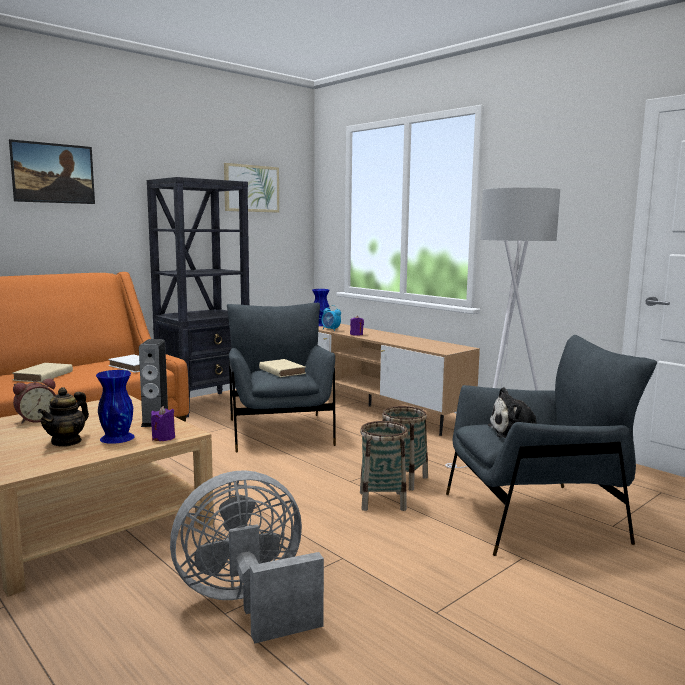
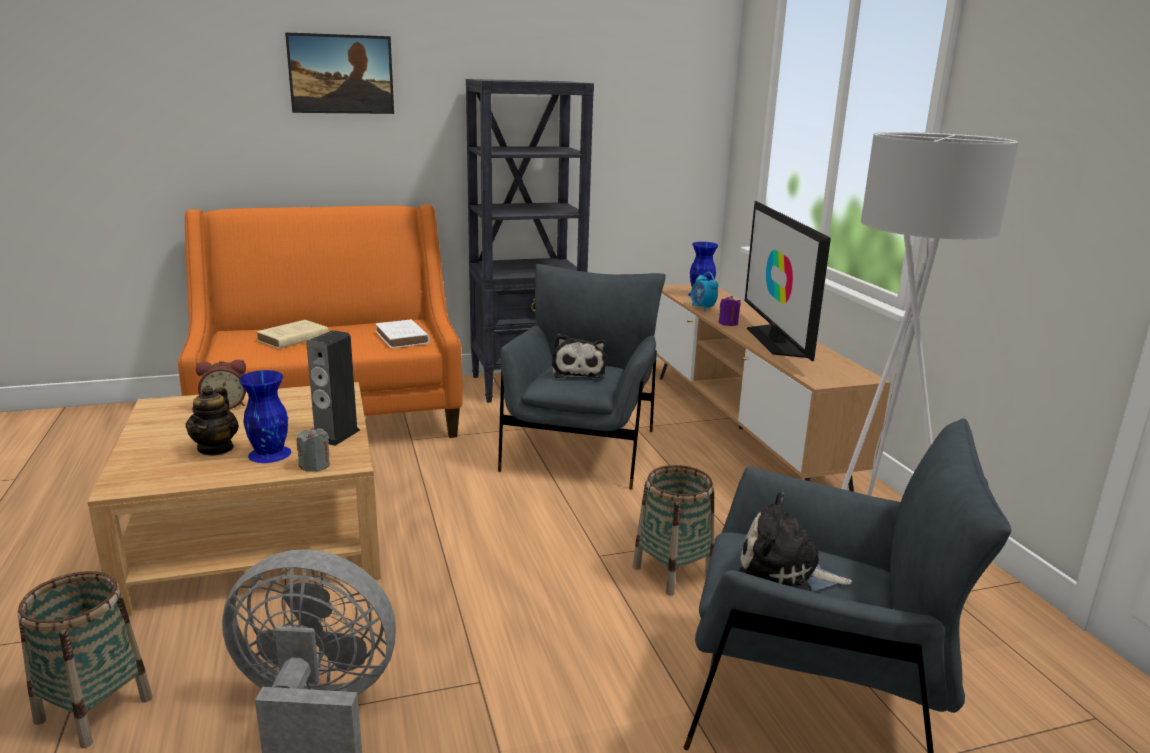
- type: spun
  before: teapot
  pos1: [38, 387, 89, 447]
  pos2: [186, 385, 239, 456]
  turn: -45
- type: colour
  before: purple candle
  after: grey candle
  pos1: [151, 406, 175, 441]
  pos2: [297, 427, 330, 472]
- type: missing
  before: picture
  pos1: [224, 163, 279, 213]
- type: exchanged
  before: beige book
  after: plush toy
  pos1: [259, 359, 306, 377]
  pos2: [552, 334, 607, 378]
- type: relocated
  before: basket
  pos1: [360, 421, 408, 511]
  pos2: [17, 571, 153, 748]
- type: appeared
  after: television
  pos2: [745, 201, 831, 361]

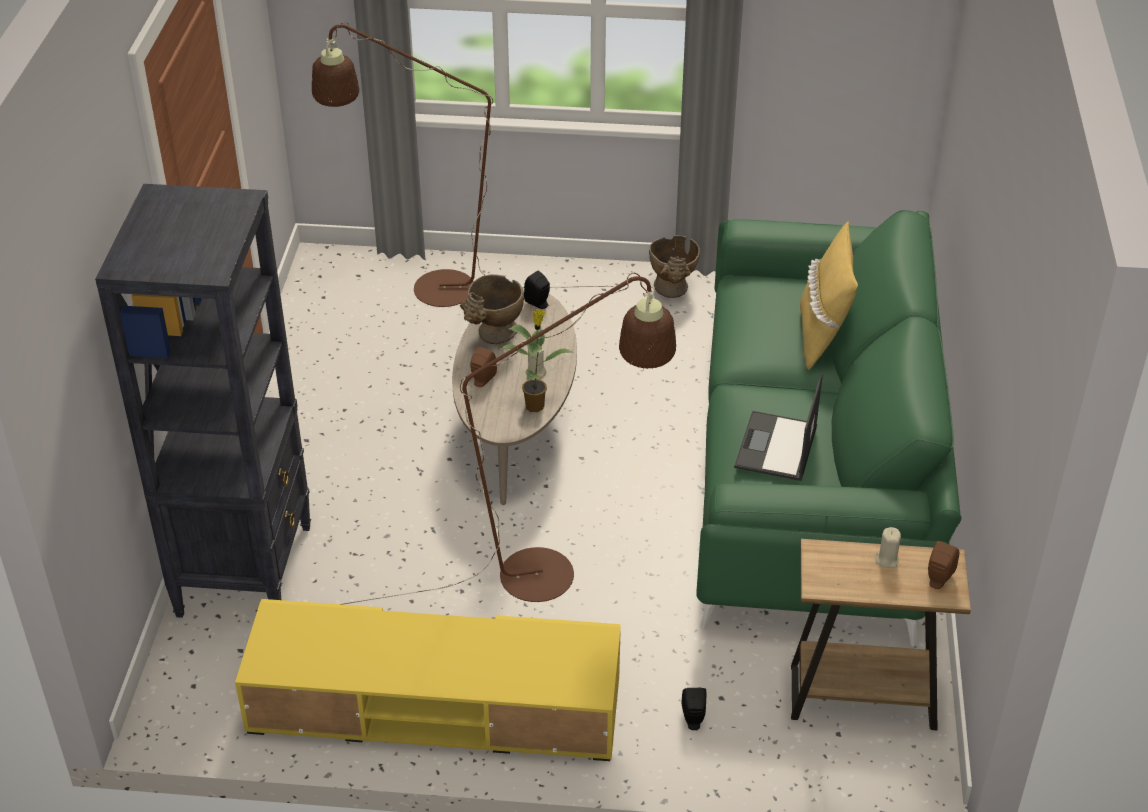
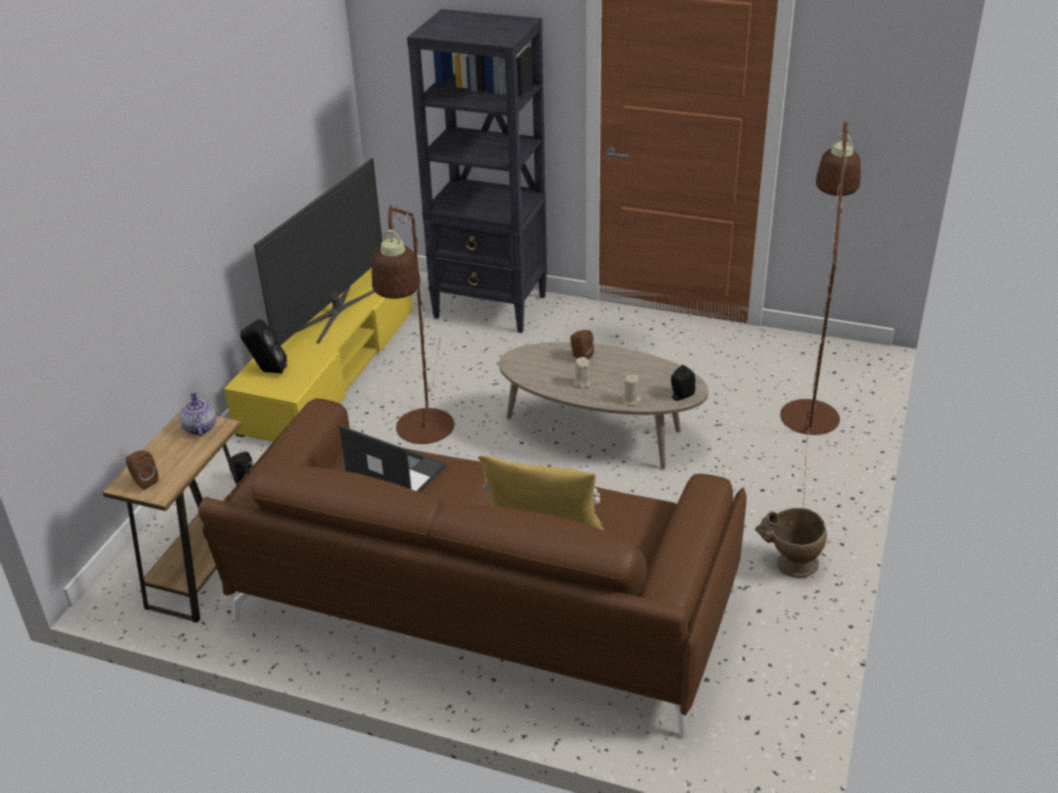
- type: missing
  before: beige vase
  pos1: [460, 274, 524, 344]
- type: missing
  before: potted plant
  pos1: [500, 309, 573, 412]
- type: colour
  before: green sofa
  after: brown sofa
  pos1: [696, 210, 962, 647]
  pos2: [198, 398, 747, 739]
- type: relocated
  before: beige candle
  pos1: [876, 527, 901, 568]
  pos2: [622, 375, 640, 405]
- type: appeared
  after: teapot
  pos2: [179, 392, 216, 436]
- type: appeared
  after: black speaker
  pos2: [240, 319, 287, 373]
- type: appeared
  after: television
  pos2: [254, 158, 383, 346]

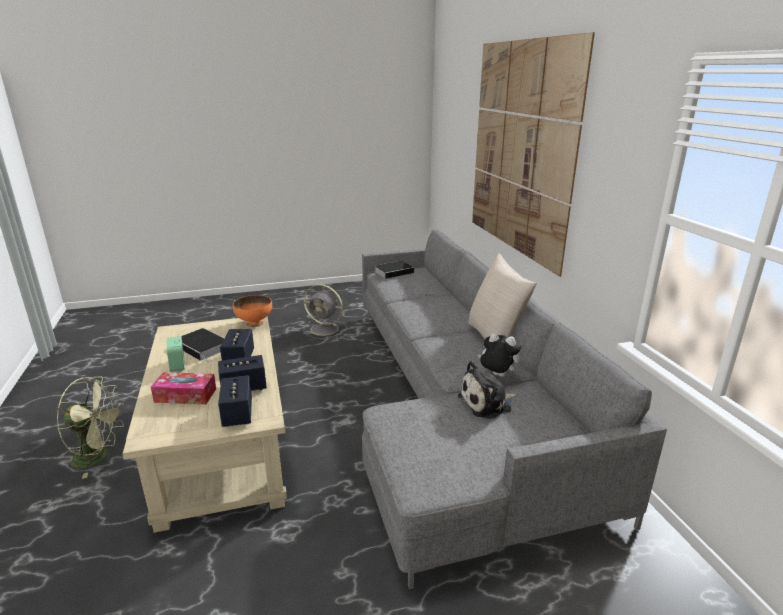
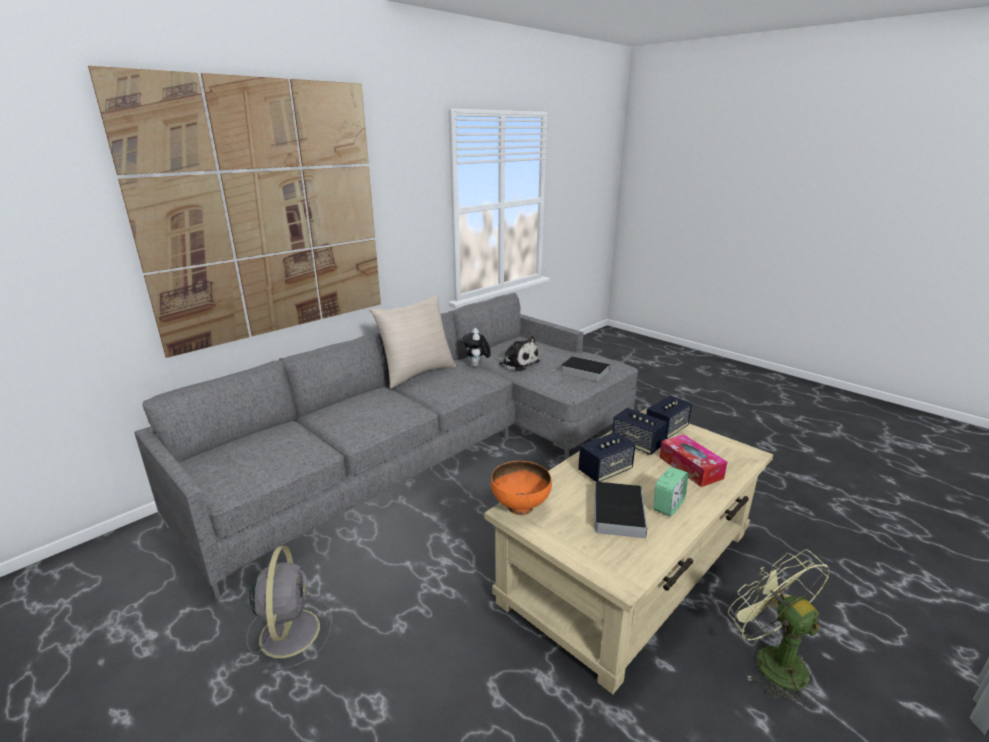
- type: relocated
  before: book
  pos1: [375, 261, 414, 279]
  pos2: [561, 356, 610, 381]

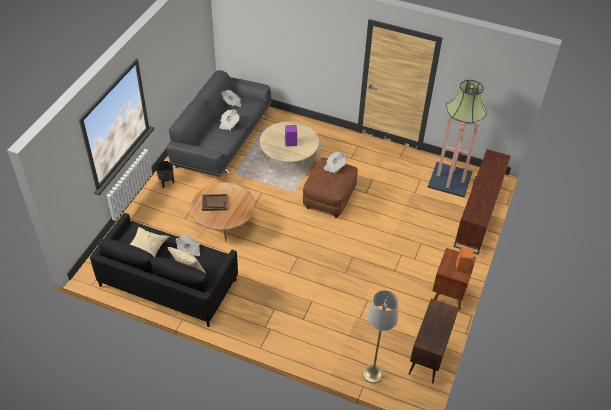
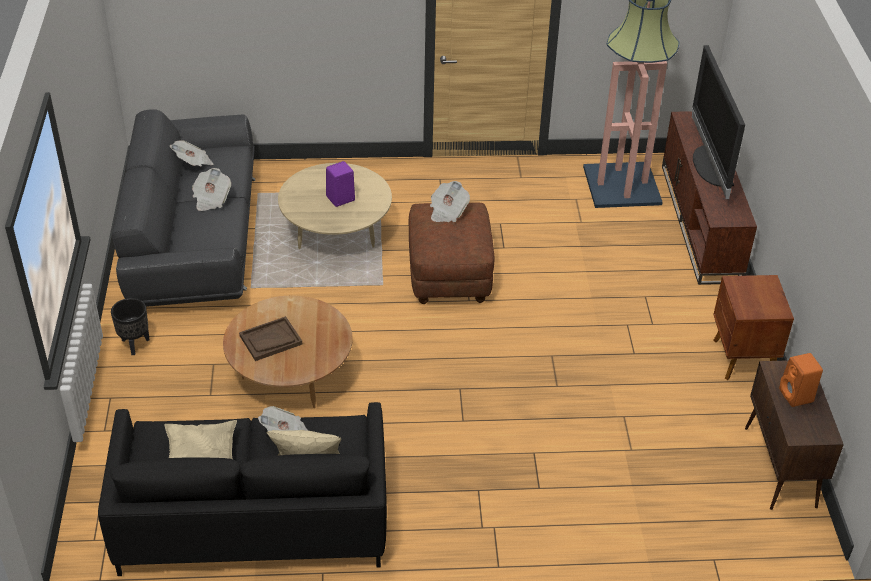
- type: missing
  before: grey floor lamp
  pos1: [362, 290, 398, 383]
- type: relocated
  before: orange speaker
  pos1: [456, 247, 473, 273]
  pos2: [779, 353, 823, 407]
- type: appeared
  after: television
  pos2: [692, 45, 745, 199]

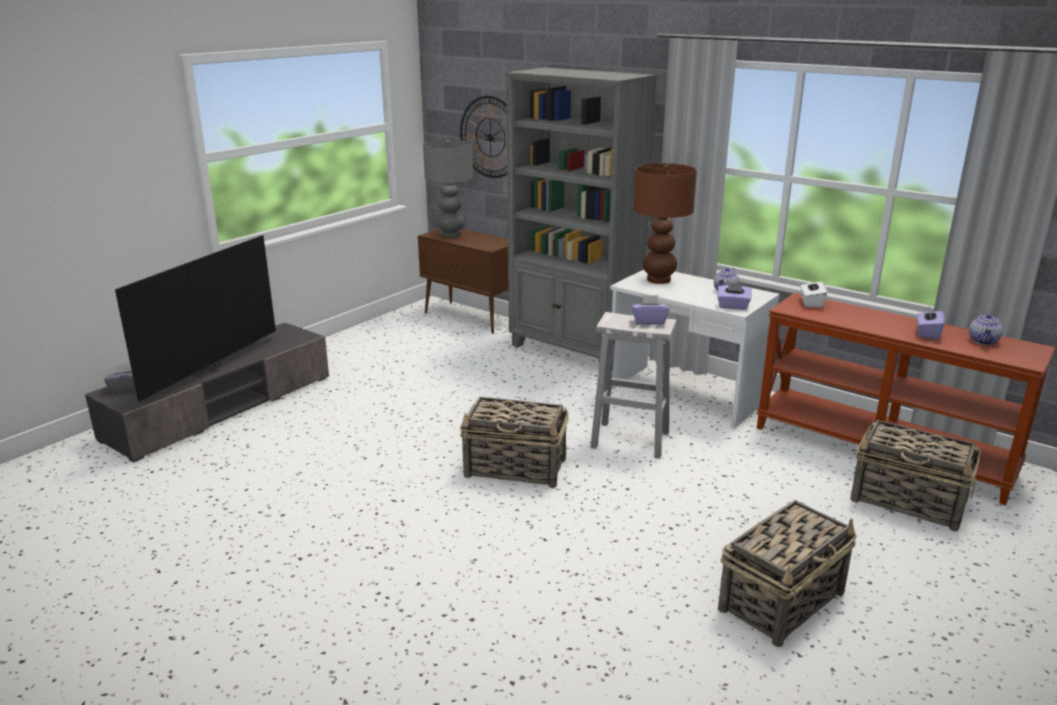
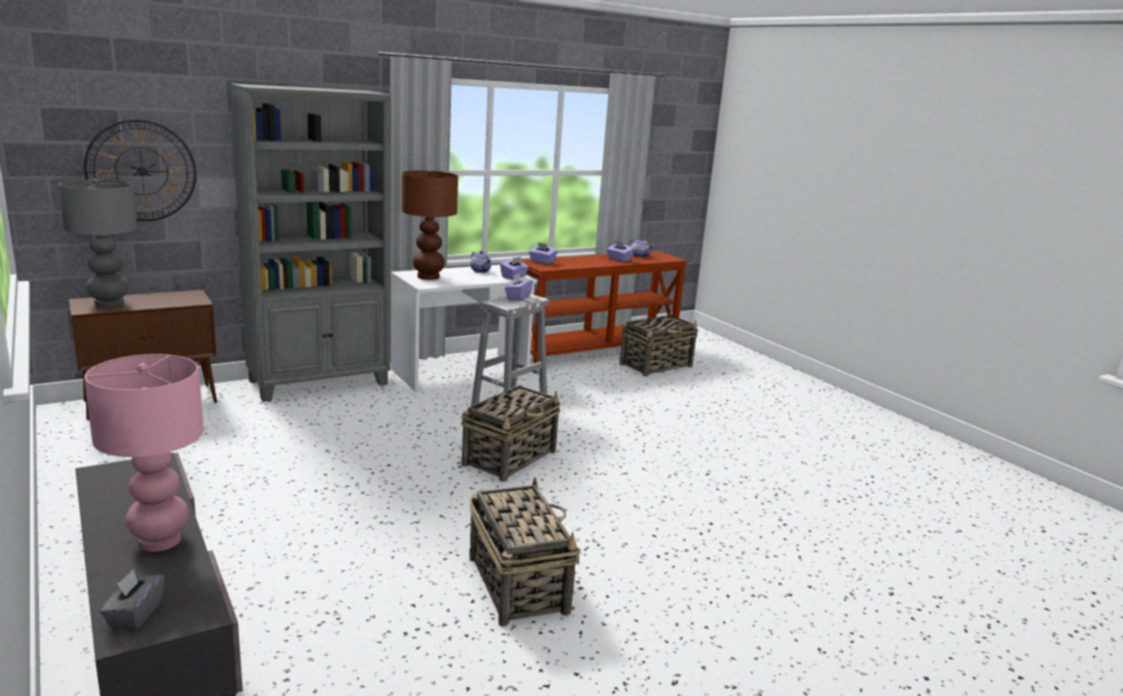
- type: exchanged
  before: television
  after: pink table lamp
  pos1: [115, 235, 276, 402]
  pos2: [84, 354, 204, 552]
- type: relocated
  before: basket
  pos1: [718, 500, 857, 647]
  pos2: [469, 477, 581, 626]
- type: colour
  before: white tissue box
  after: purple tissue box
  pos1: [801, 279, 827, 308]
  pos2: [529, 242, 557, 264]

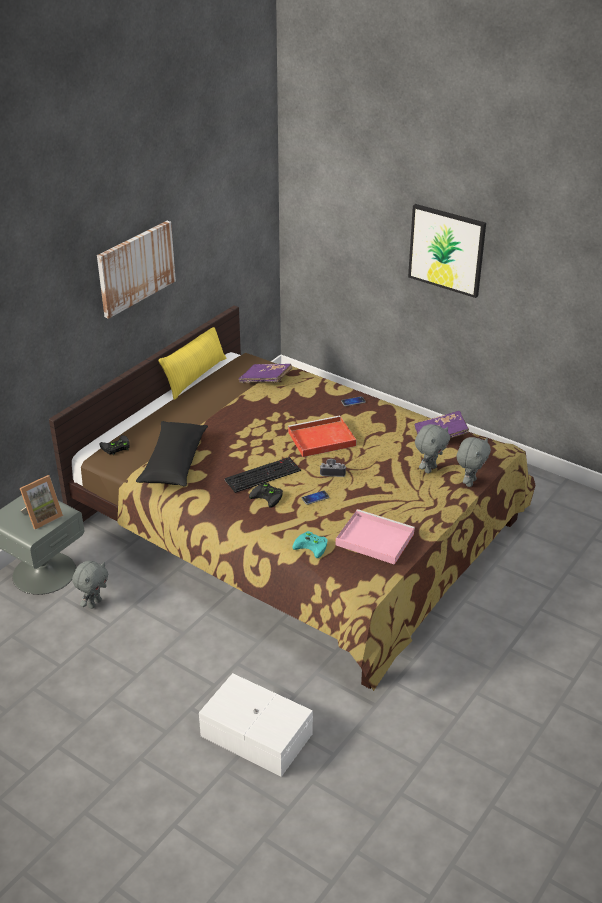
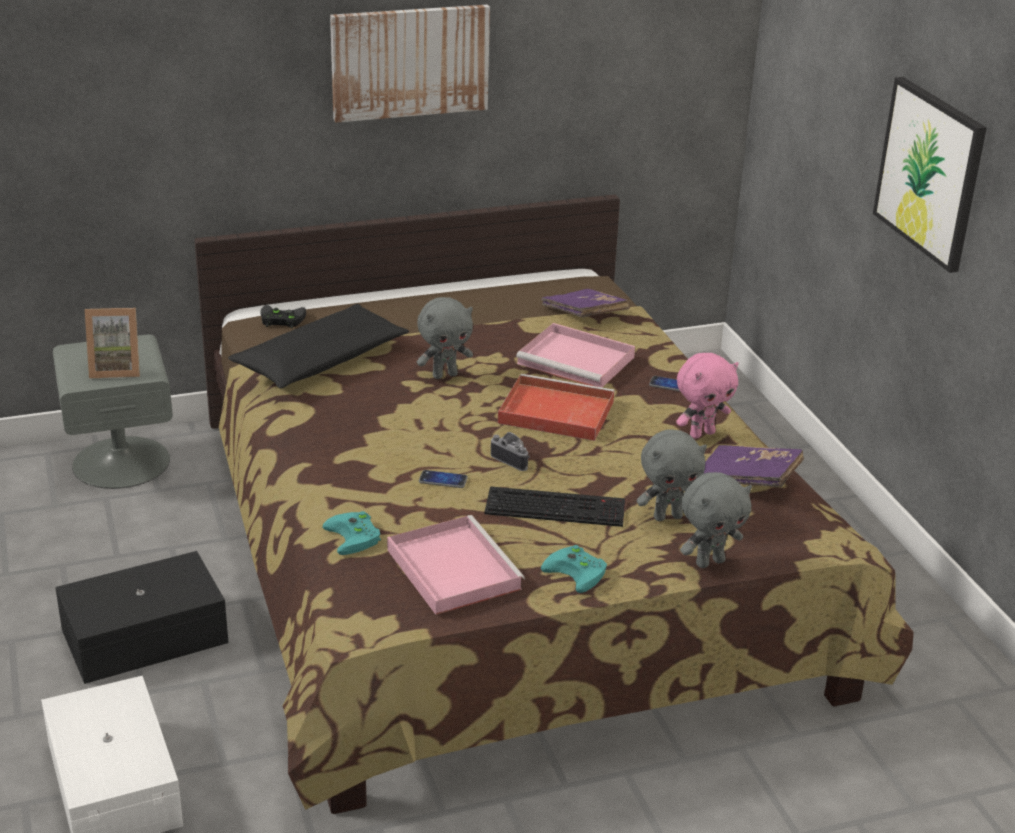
- type: relocated
  before: grey plush toy
  pos1: [72, 561, 108, 609]
  pos2: [417, 297, 473, 379]
- type: missing
  before: yellow pillow
  pos1: [159, 327, 226, 400]
- type: relocated
  before: keyboard
  pos1: [224, 457, 301, 493]
  pos2: [484, 486, 625, 527]
- type: missing
  before: black game controller
  pos1: [249, 483, 283, 508]
- type: appeared
  after: black storage box
  pos2: [55, 551, 228, 684]
- type: appeared
  after: pink tray
  pos2: [516, 323, 635, 387]
- type: appeared
  after: turquoise game controller
  pos2: [541, 545, 607, 593]
- type: appeared
  after: pink plush toy
  pos2: [676, 353, 739, 439]

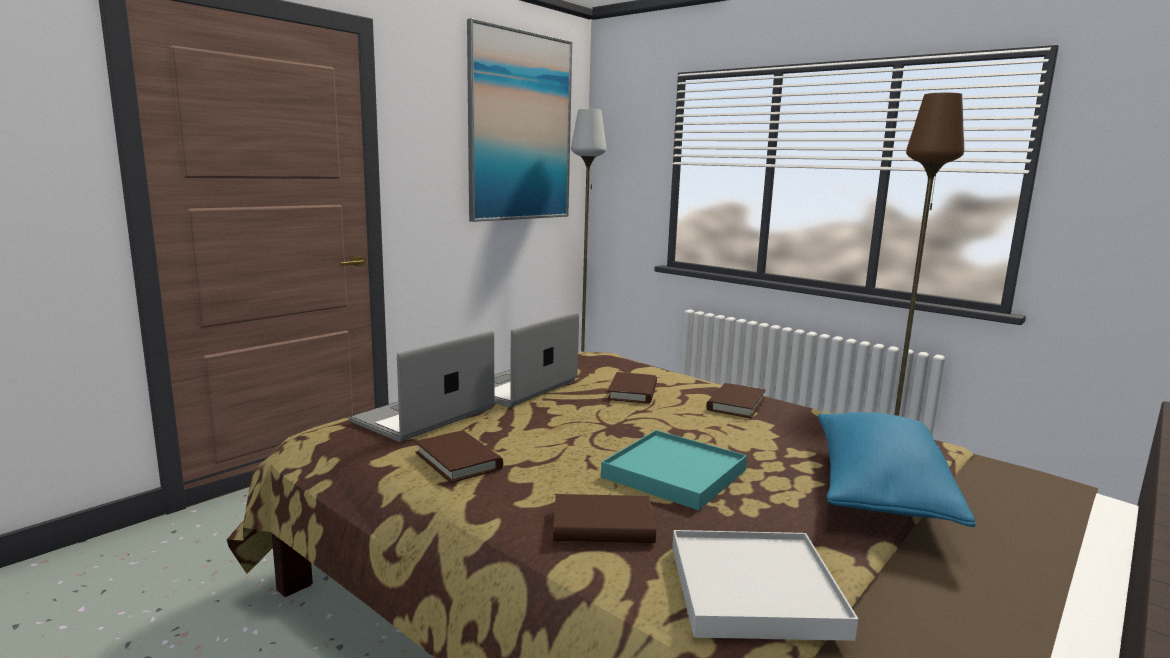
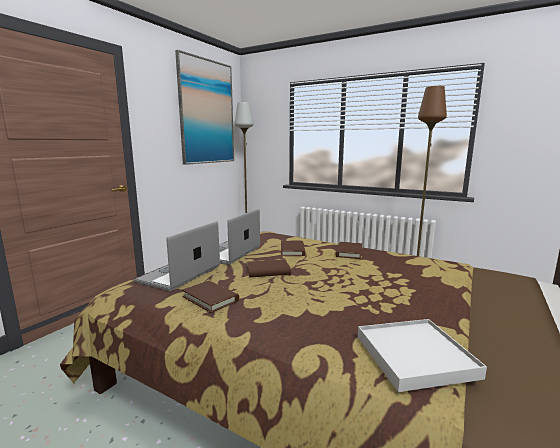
- type: relocated
  before: brown book
  pos1: [553, 494, 656, 543]
  pos2: [247, 259, 291, 277]
- type: missing
  before: turquoise tray
  pos1: [601, 430, 747, 511]
- type: missing
  before: blue pillow
  pos1: [818, 412, 976, 527]

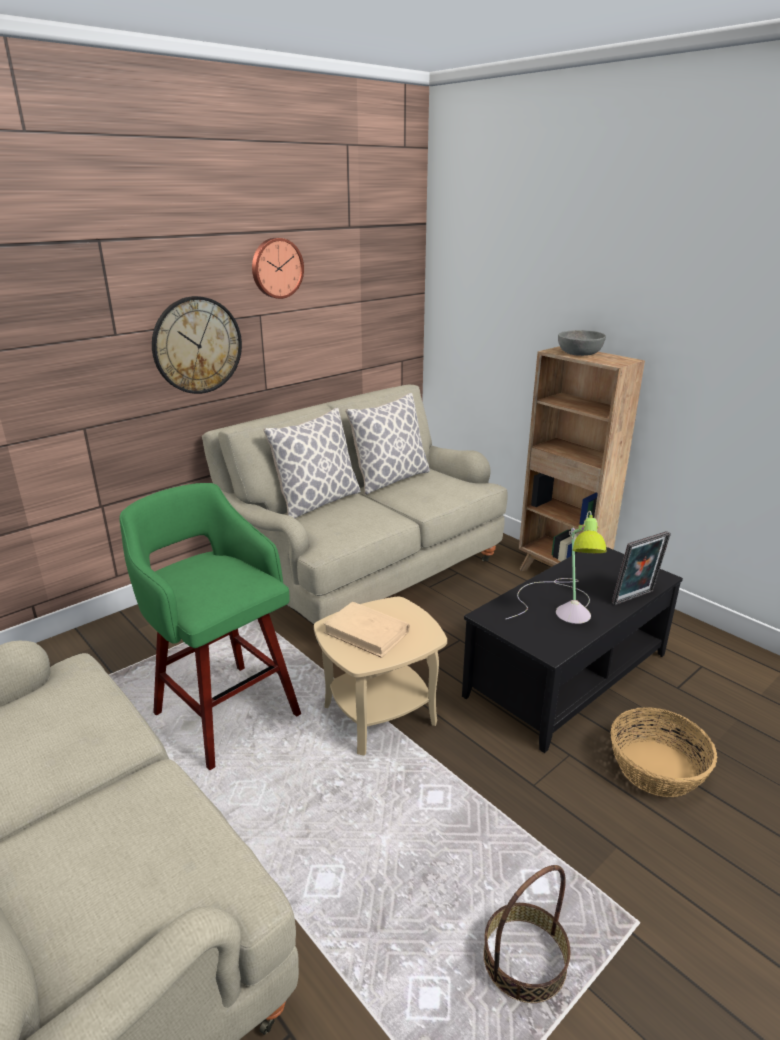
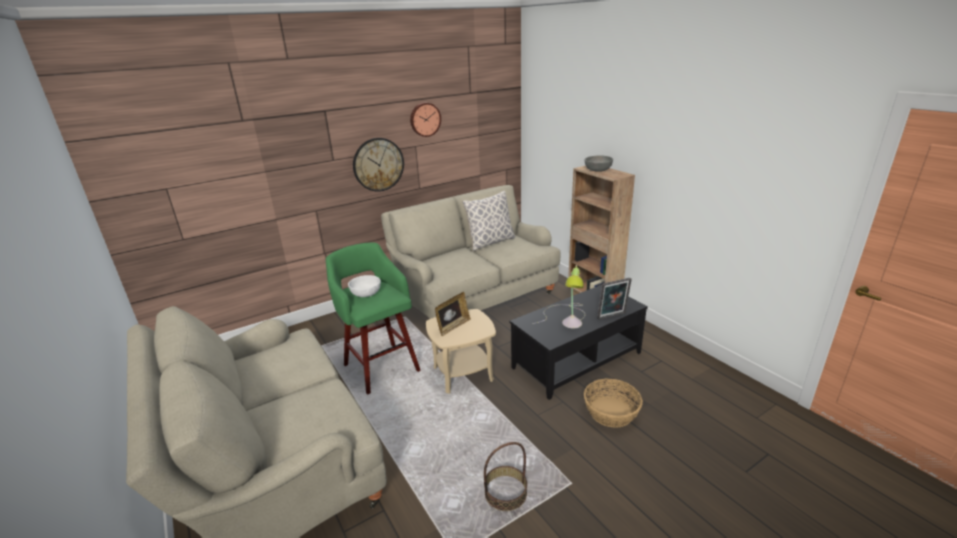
- type: missing
  before: pillow
  pos1: [263, 408, 361, 518]
- type: exchanged
  before: beige book
  after: picture frame
  pos1: [323, 601, 410, 658]
  pos2: [435, 292, 471, 336]
- type: appeared
  after: white bowl
  pos2: [348, 275, 381, 297]

